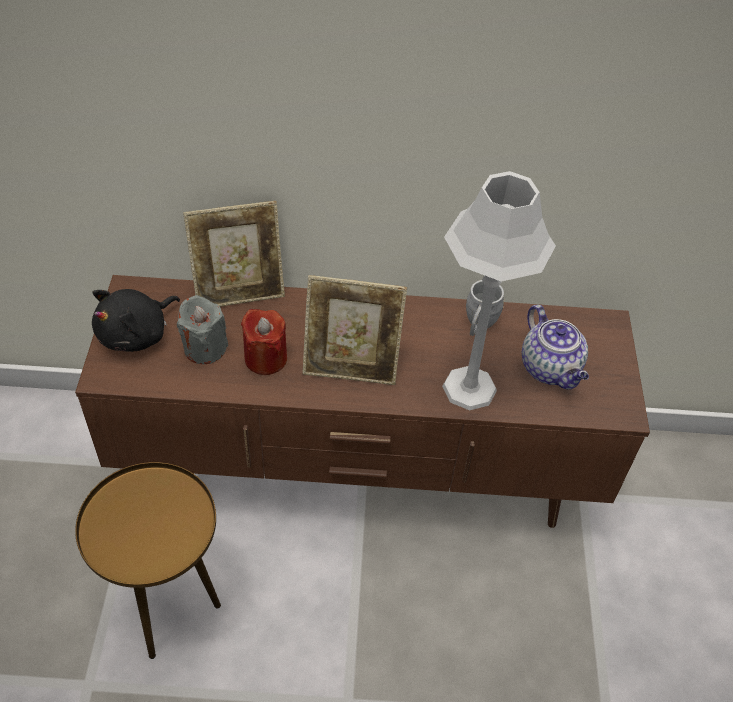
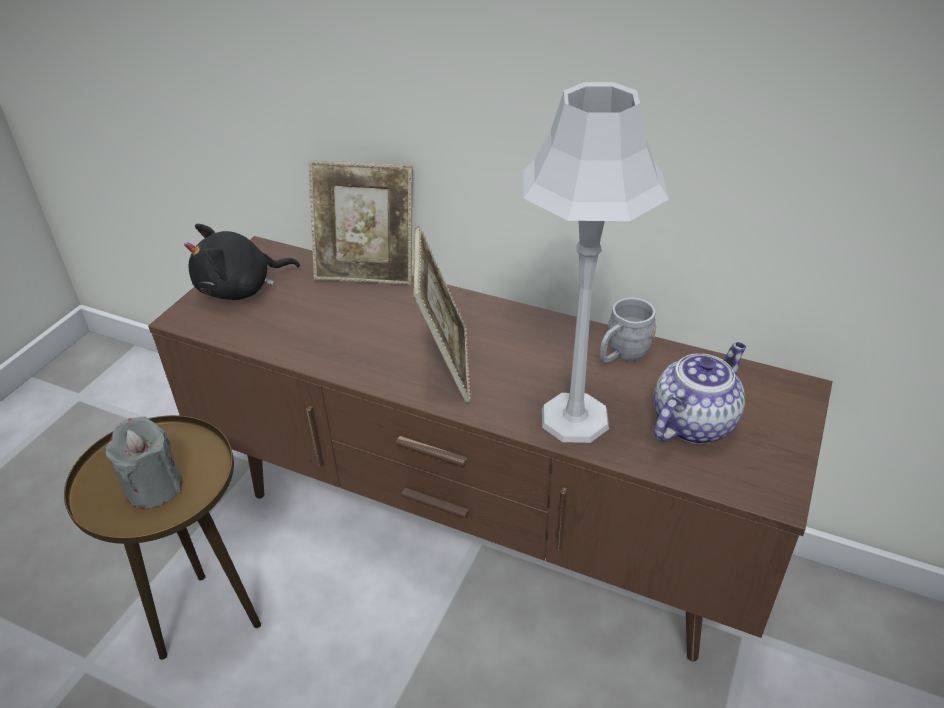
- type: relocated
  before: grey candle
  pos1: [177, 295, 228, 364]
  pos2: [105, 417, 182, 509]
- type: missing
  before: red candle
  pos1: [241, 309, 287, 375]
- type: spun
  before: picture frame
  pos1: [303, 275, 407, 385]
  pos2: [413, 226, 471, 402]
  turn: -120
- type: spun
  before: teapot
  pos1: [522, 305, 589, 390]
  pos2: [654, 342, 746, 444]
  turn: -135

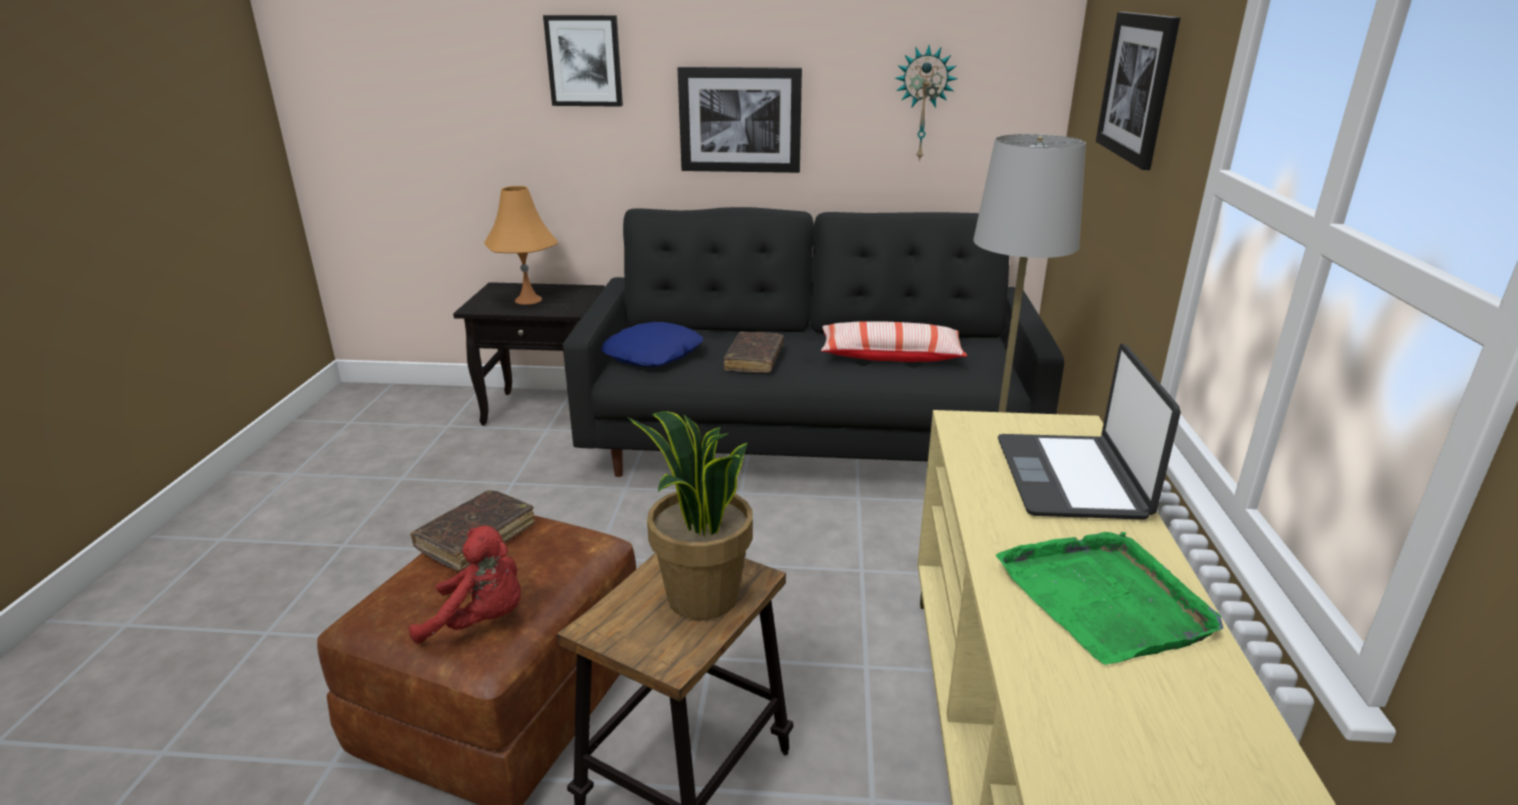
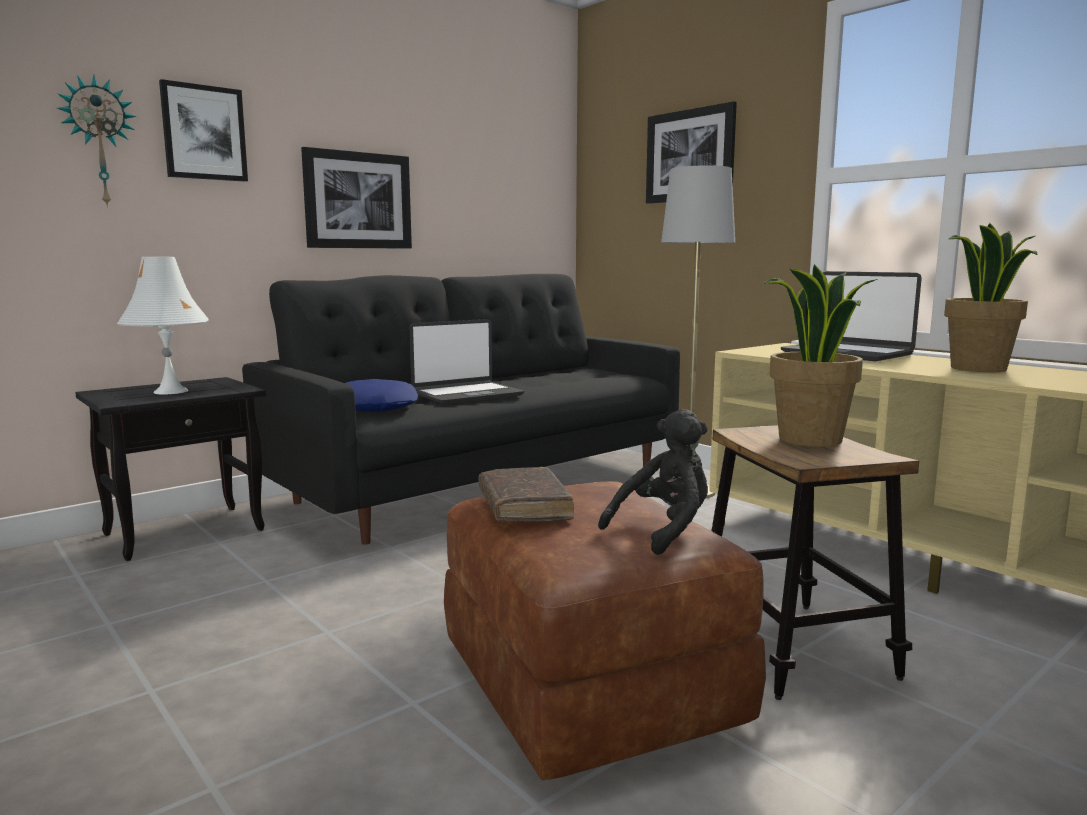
- type: colour
  before: red plush toy
  after: black plush toy
  pos1: [409, 526, 521, 644]
  pos2: [598, 409, 708, 555]
- type: colour
  before: orange table lamp
  after: white table lamp
  pos1: [484, 186, 559, 305]
  pos2: [117, 257, 209, 395]
- type: exchanged
  before: brown book
  after: laptop
  pos1: [724, 332, 784, 373]
  pos2: [410, 319, 524, 404]
- type: missing
  before: pillow
  pos1: [821, 321, 967, 362]
- type: relocated
  before: wall clock
  pos1: [895, 45, 958, 162]
  pos2: [57, 75, 136, 207]
- type: exchanged
  before: green tray
  after: potted plant
  pos1: [996, 532, 1223, 665]
  pos2: [944, 223, 1037, 372]

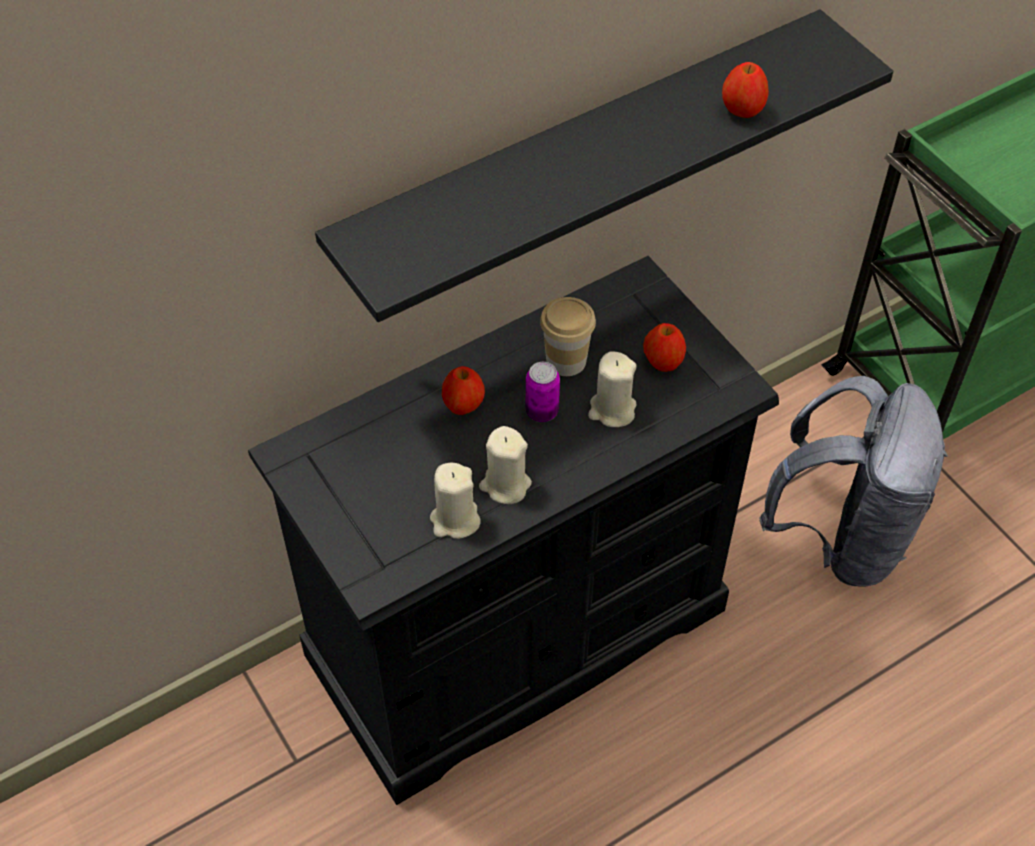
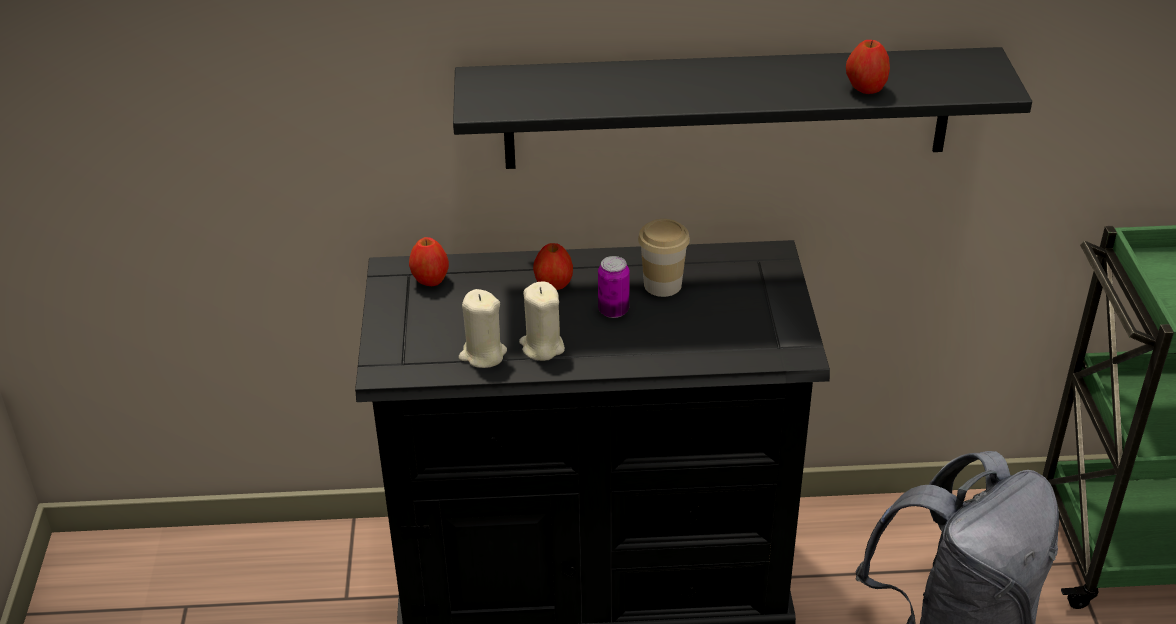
- type: missing
  before: beige candle
  pos1: [588, 352, 637, 427]
- type: relocated
  before: apple
  pos1: [643, 323, 686, 372]
  pos2: [409, 237, 449, 286]

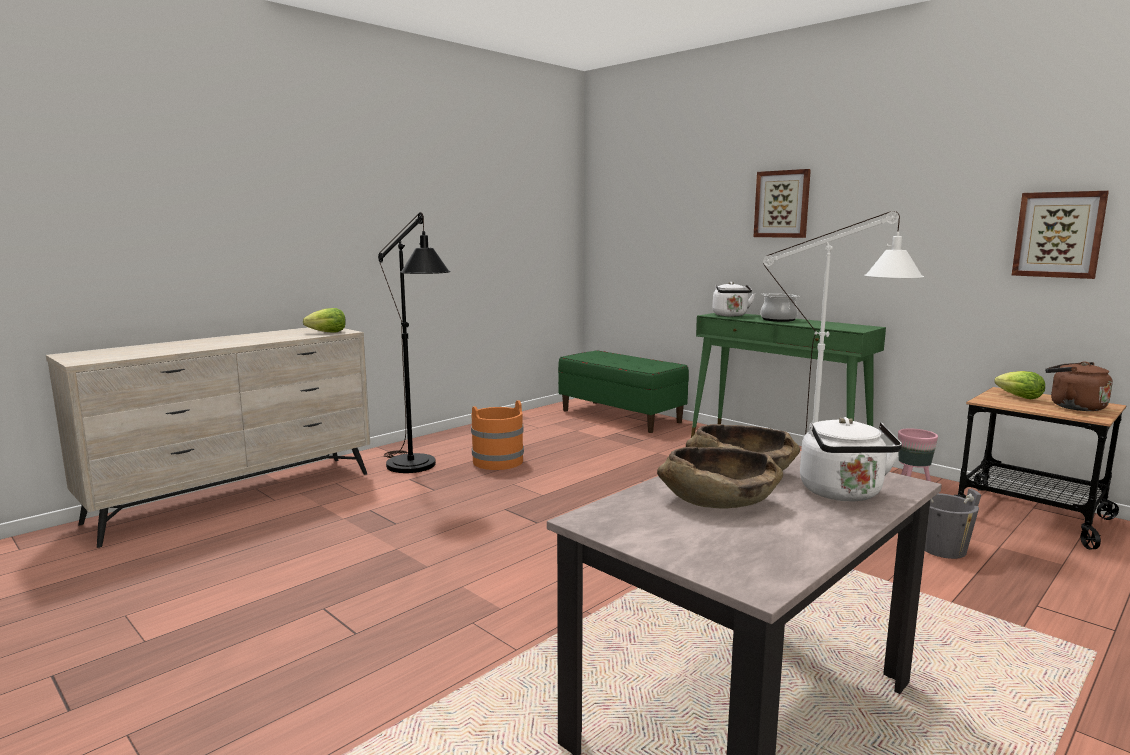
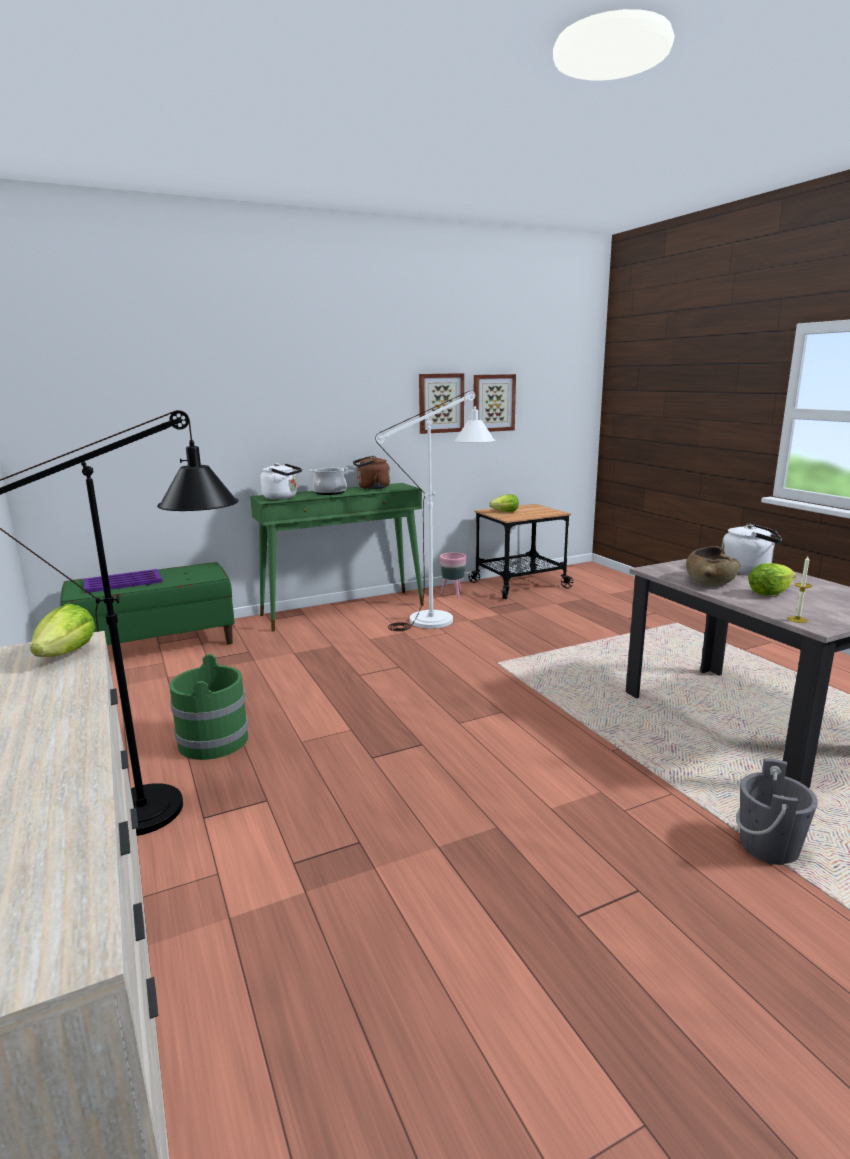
- type: colour
  before: orange bucket
  after: green bucket
  pos1: [471, 400, 524, 470]
  pos2: [169, 654, 248, 760]
- type: exchanged
  before: brown bowl
  after: lettuce
  pos1: [657, 447, 783, 508]
  pos2: [748, 563, 796, 596]
- type: relocated
  before: picture
  pos1: [753, 169, 811, 238]
  pos2: [419, 373, 464, 434]
- type: relocated
  before: grey bucket
  pos1: [925, 489, 981, 559]
  pos2: [736, 758, 818, 865]
- type: relocated
  before: brown kettle
  pos1: [1045, 361, 1113, 411]
  pos2: [353, 456, 390, 489]
- type: appeared
  after: purple tray
  pos2: [84, 569, 162, 593]
- type: appeared
  after: candle
  pos2: [788, 556, 812, 623]

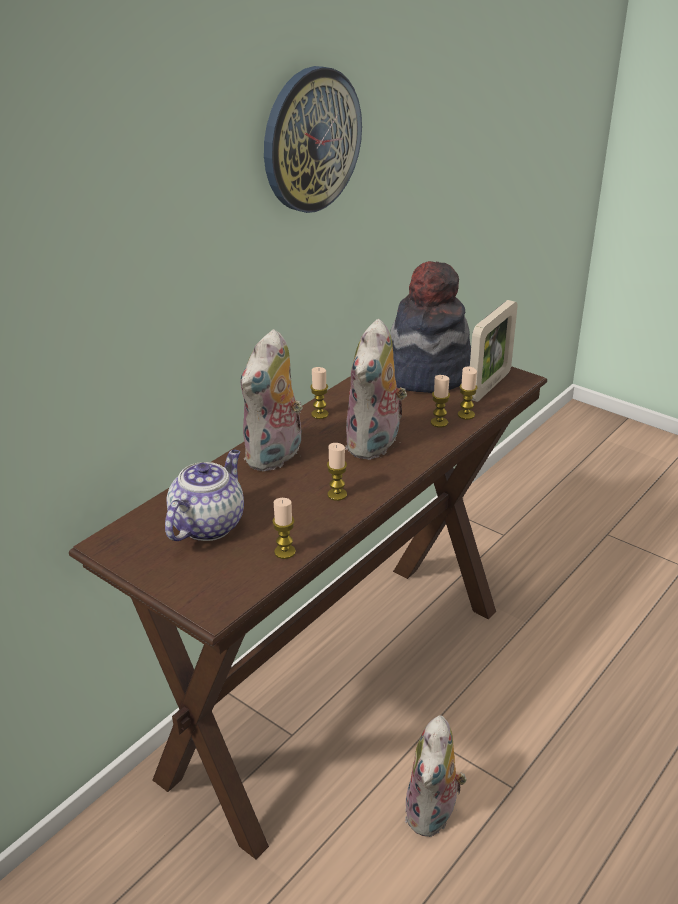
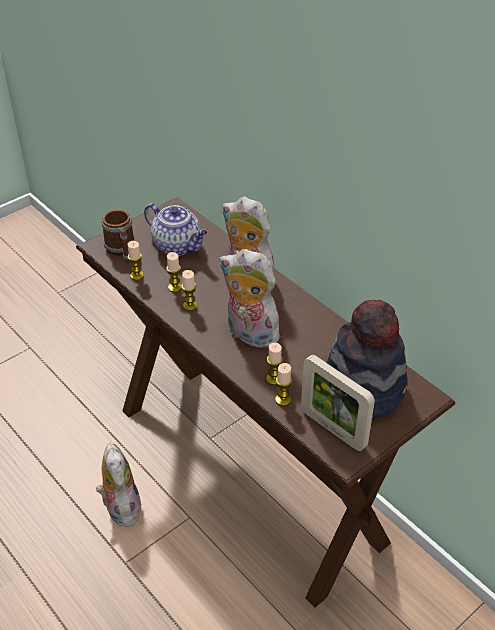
- type: missing
  before: wall clock
  pos1: [264, 66, 362, 213]
- type: relocated
  before: candle
  pos1: [310, 367, 329, 419]
  pos2: [166, 252, 182, 292]
- type: spun
  before: plush toy
  pos1: [405, 715, 467, 837]
  pos2: [96, 442, 142, 527]
  turn: 45
- type: appeared
  after: mug
  pos2: [102, 210, 135, 264]

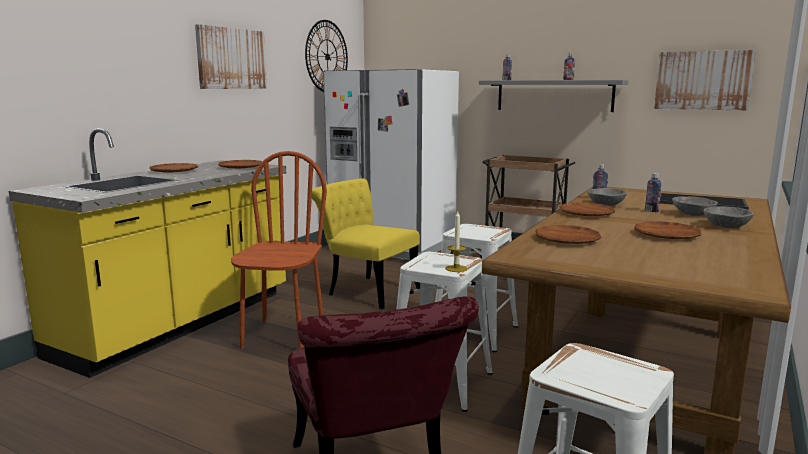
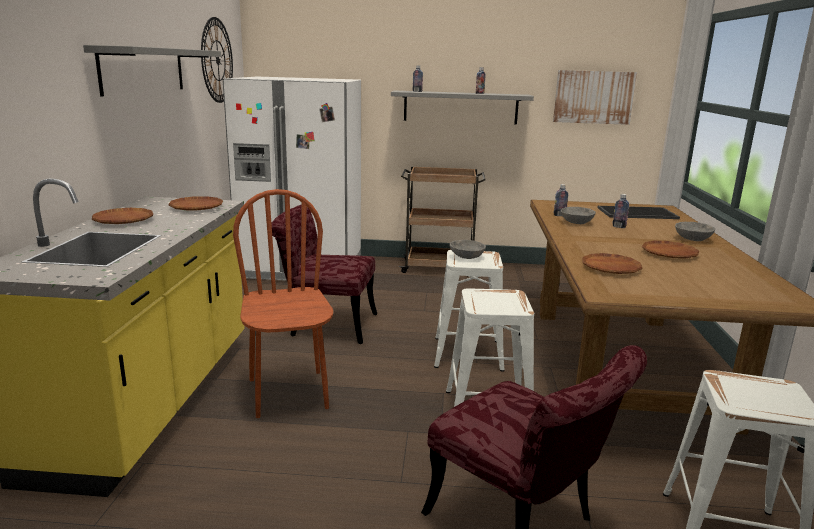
- type: exchanged
  before: picture
  after: grey shelf
  pos1: [195, 24, 267, 89]
  pos2: [83, 45, 221, 97]
- type: colour
  before: yellow chair
  after: red chair
  pos1: [312, 178, 420, 309]
  pos2: [271, 205, 377, 344]
- type: missing
  before: candle
  pos1: [445, 211, 468, 272]
- type: missing
  before: brown plate
  pos1: [559, 202, 615, 216]
- type: relocated
  before: grey bowl
  pos1: [672, 196, 718, 216]
  pos2: [449, 240, 486, 259]

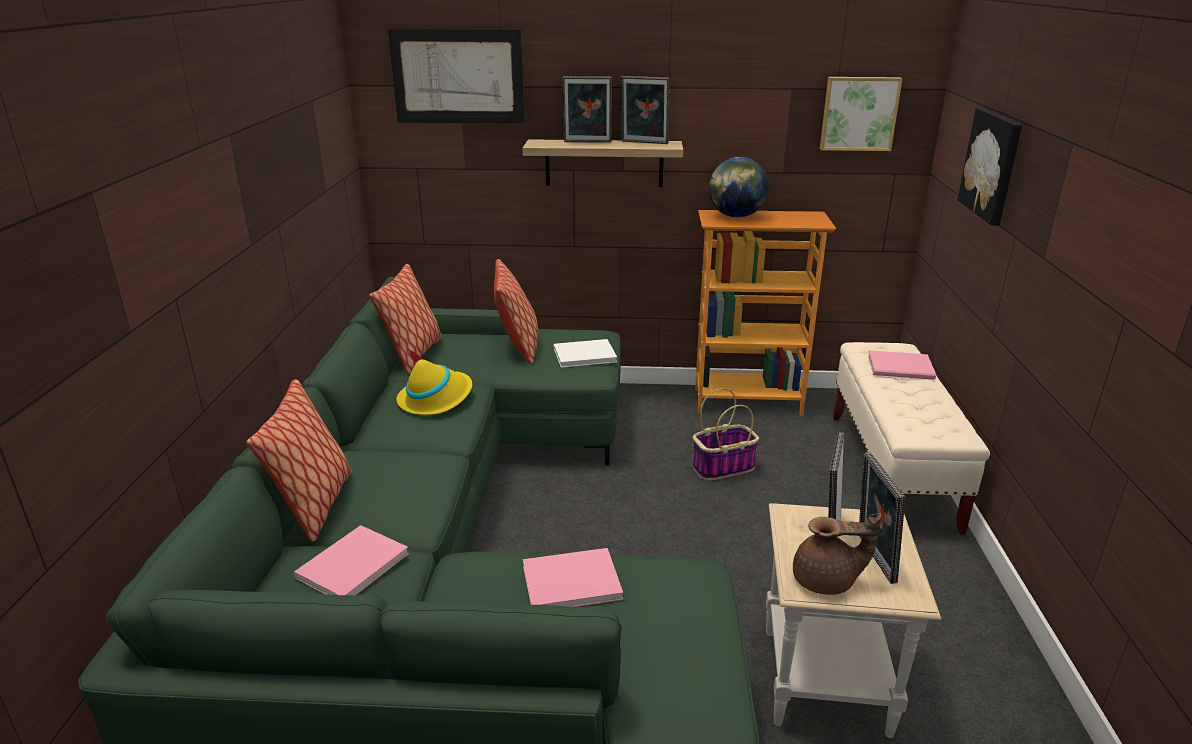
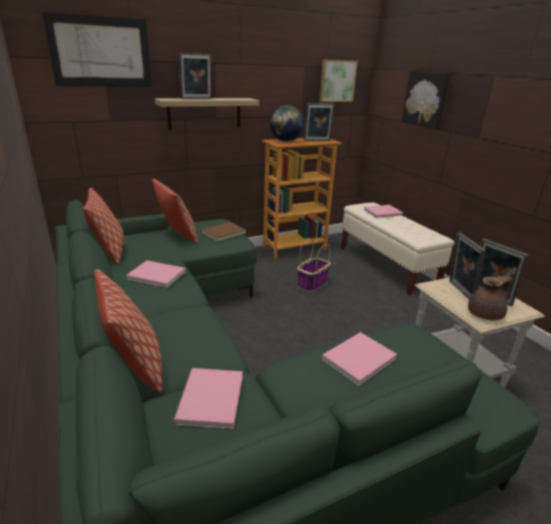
- type: exchanged
  before: yellow hat
  after: pink book
  pos1: [396, 348, 472, 415]
  pos2: [126, 260, 186, 288]
- type: colour
  before: white book
  after: brown book
  pos1: [554, 339, 617, 368]
  pos2: [201, 222, 246, 242]
- type: relocated
  before: picture frame
  pos1: [621, 76, 670, 144]
  pos2: [304, 103, 335, 141]

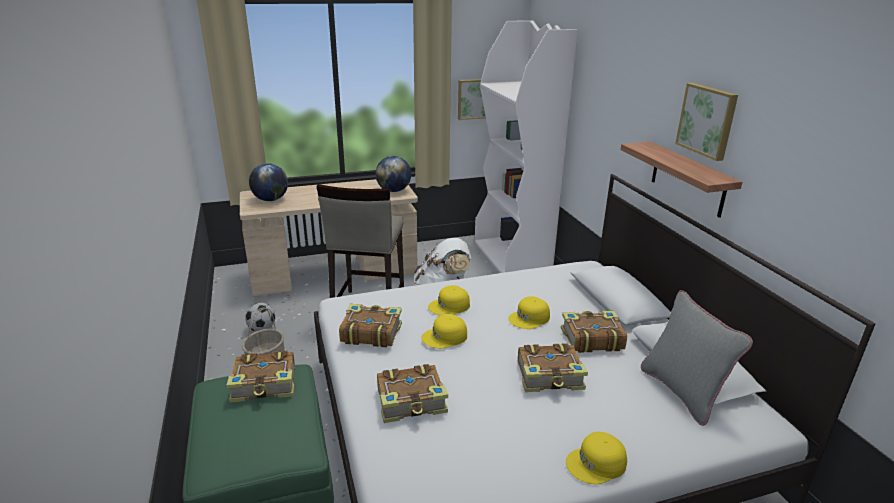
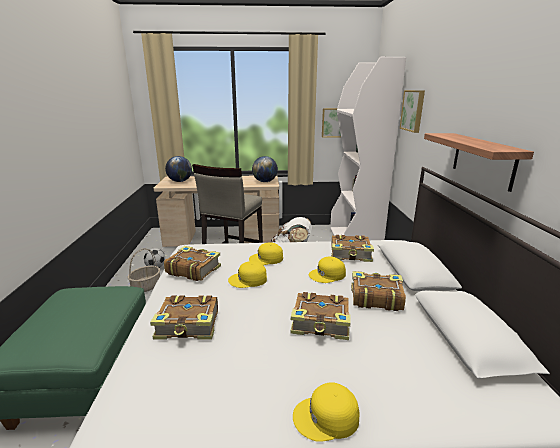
- type: relocated
  before: book
  pos1: [226, 351, 295, 403]
  pos2: [331, 235, 374, 262]
- type: missing
  before: grey pillow
  pos1: [641, 290, 753, 426]
- type: relocated
  before: picture
  pos1: [675, 83, 738, 161]
  pos2: [400, 90, 425, 133]

